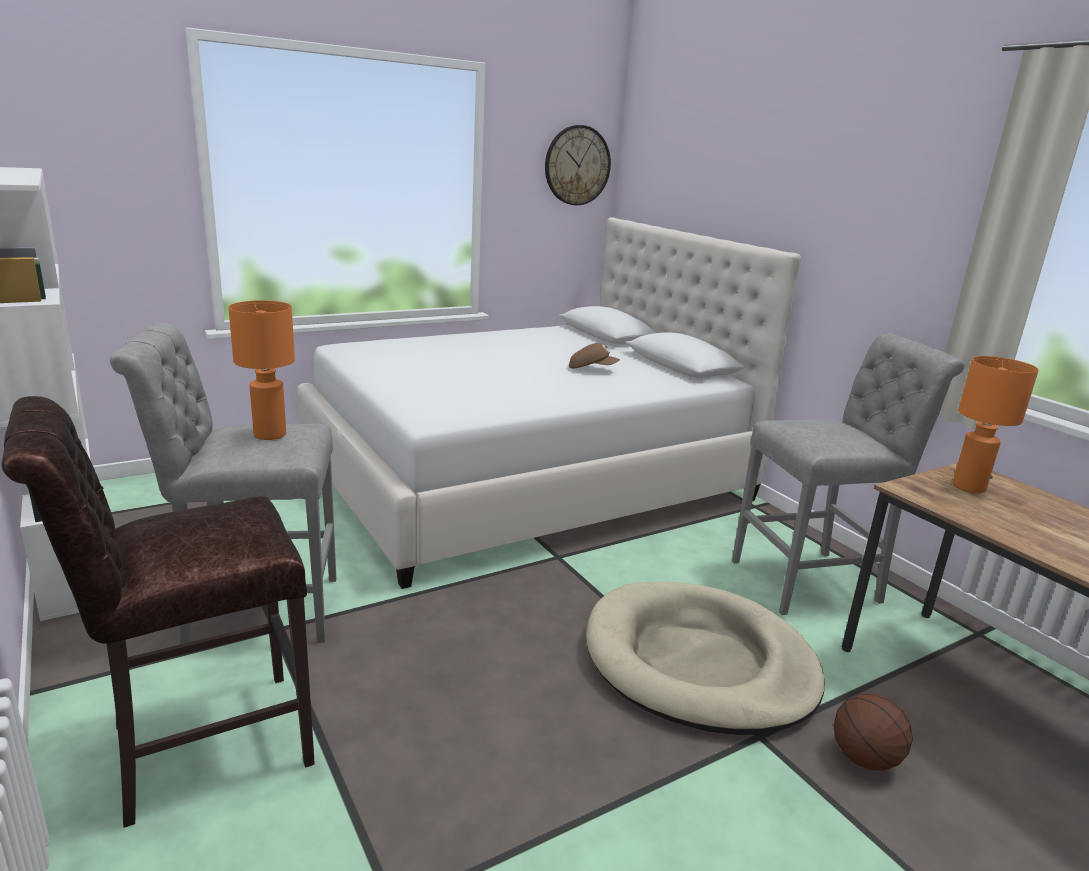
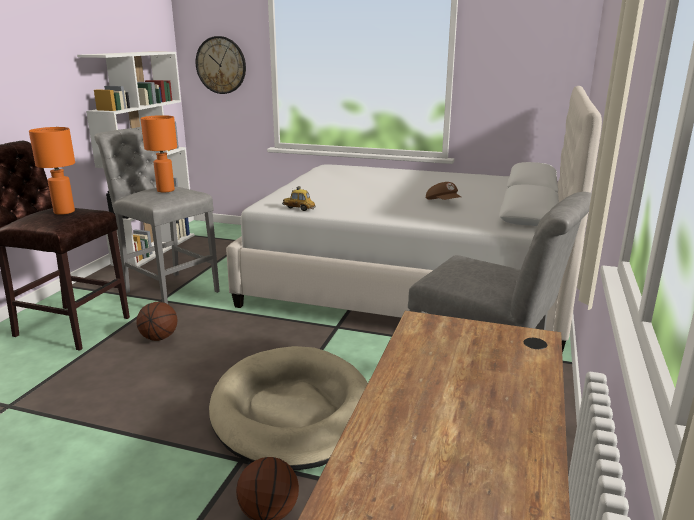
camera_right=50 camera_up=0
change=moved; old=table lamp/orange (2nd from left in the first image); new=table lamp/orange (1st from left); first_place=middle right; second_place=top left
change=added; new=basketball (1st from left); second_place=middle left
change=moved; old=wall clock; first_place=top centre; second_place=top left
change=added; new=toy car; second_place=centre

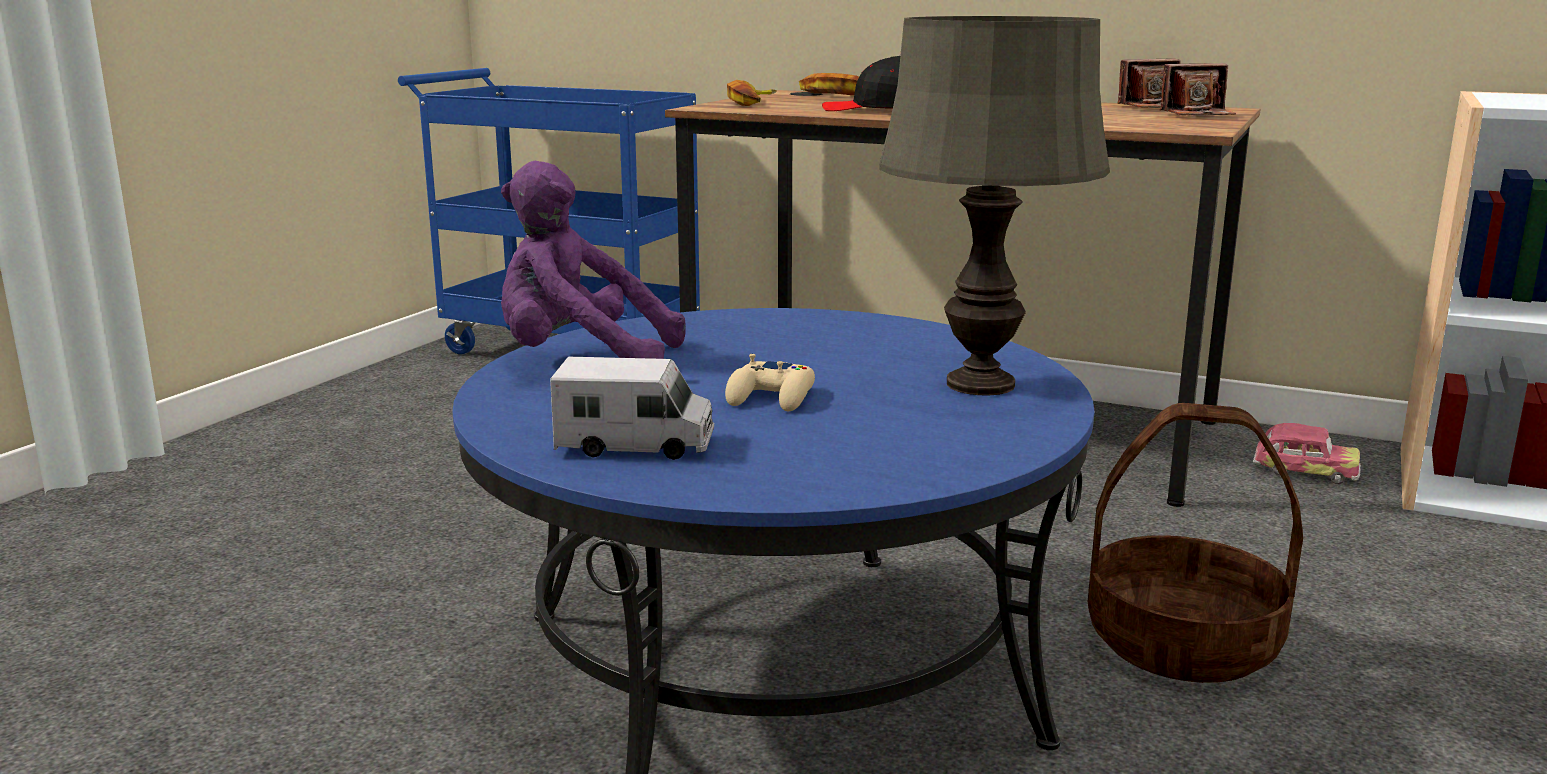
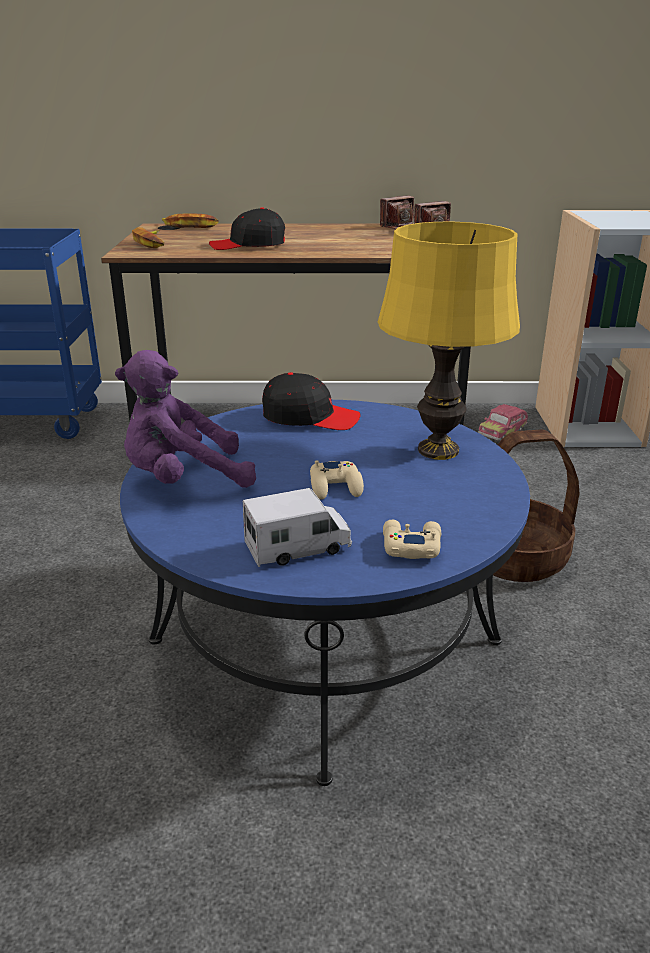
camera_right=-25 camera_up=10
change=added; new=cap/black (2nd from left); second_place=centre
change=recoloured; old=table lamp/grey; new=table lamp/yellow; first_place=top centre; second_place=middle right
change=added; new=game controller/beige (2nd from left); second_place=centre
change=turned; old=toy car; first_place=middle right; second_place=middle right; degrees=135

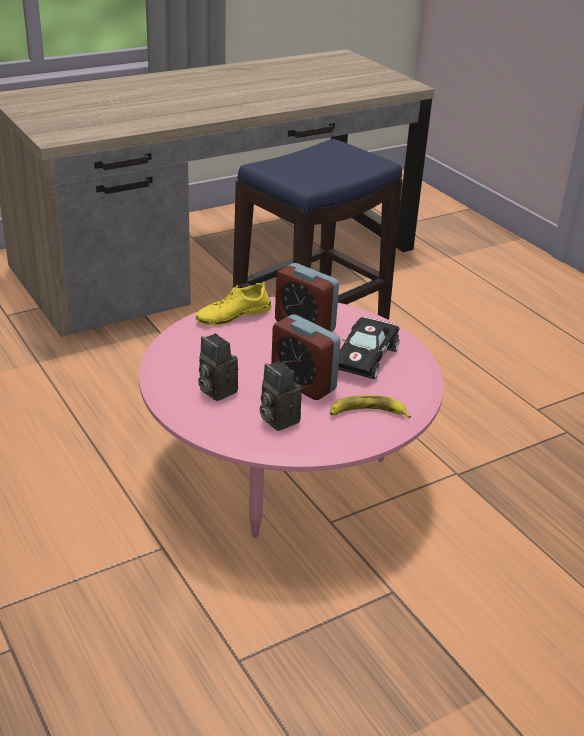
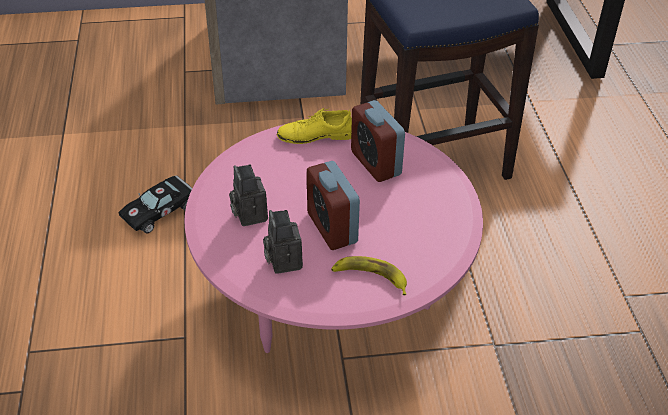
camera_right=25 camera_up=10
change=moved; old=toy car/black; first_place=centre; second_place=middle left

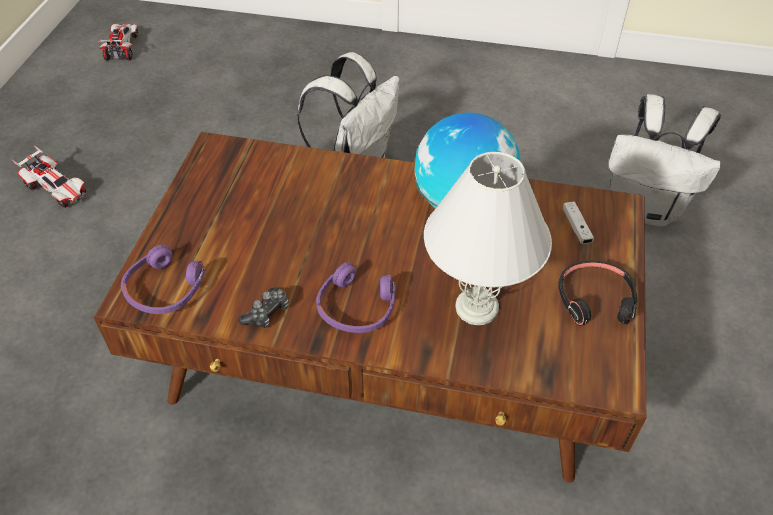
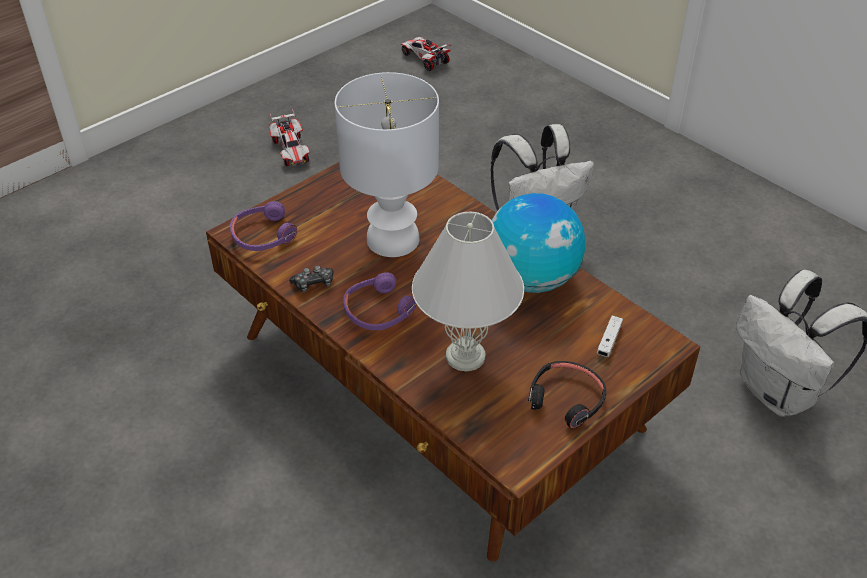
camera_right=35 camera_up=-5
change=added; new=table lamp/white (1st from left); second_place=top centre
change=turned; old=toy car (2nd from left); first_place=top left; second_place=top centre; degrees=-75

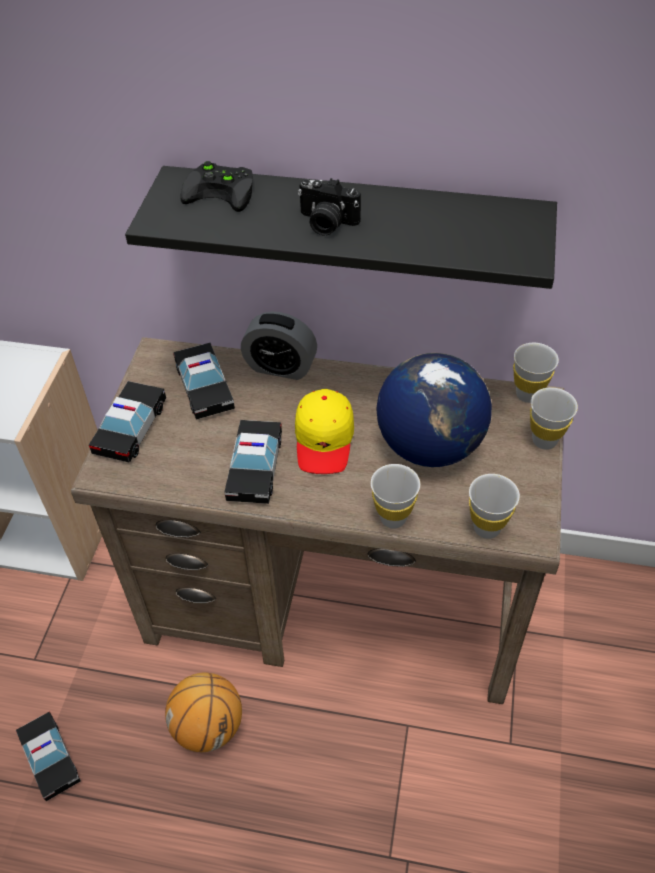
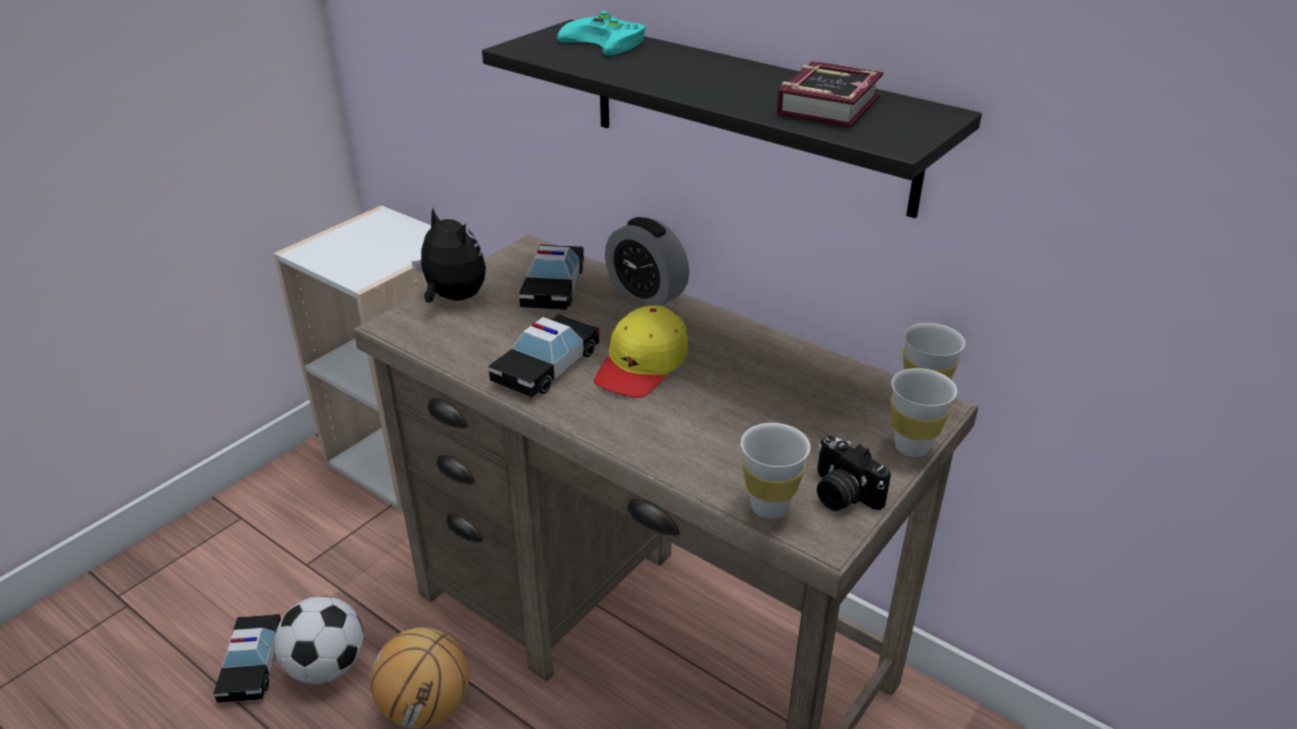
camera_right=25 camera_up=-15
change=added; new=football; second_place=bottom left
change=replaced; old=toy car (2nd from left); new=plush toy; first_place=middle left; second_place=centre
change=recoloured; old=game controller/black; new=game controller/turquoise; first_place=top left; second_place=top centre
change=added; new=book; second_place=top centre
change=moved; old=photo camera; first_place=top centre; second_place=centre
change=removed; old=cup/white (1st from left); first_place=centre
change=removed; old=globe; first_place=centre

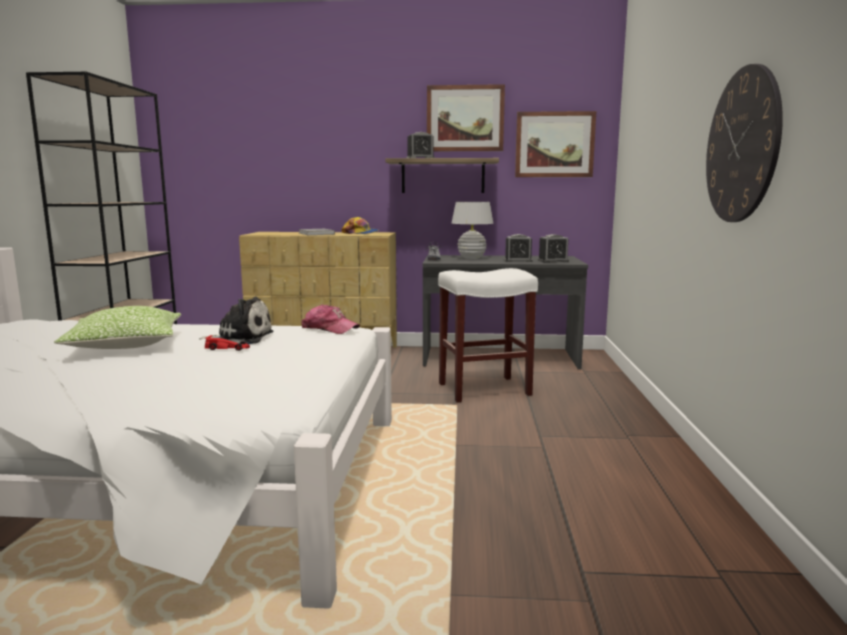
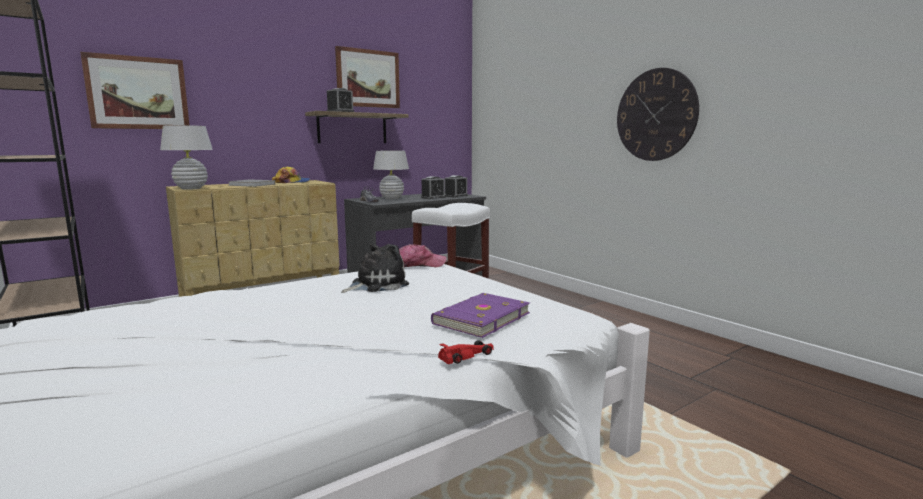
camera_right=-40 camera_up=0
change=moved; old=picture (2nd from left in the first image); new=picture (1st from left); first_place=top centre; second_place=top left
change=added; new=table lamp/white (1st from left); second_place=top left
change=added; new=book/purple; second_place=centre
change=moved; old=toy car/red; first_place=middle left; second_place=bottom centre
change=removed; old=pillow; first_place=middle left

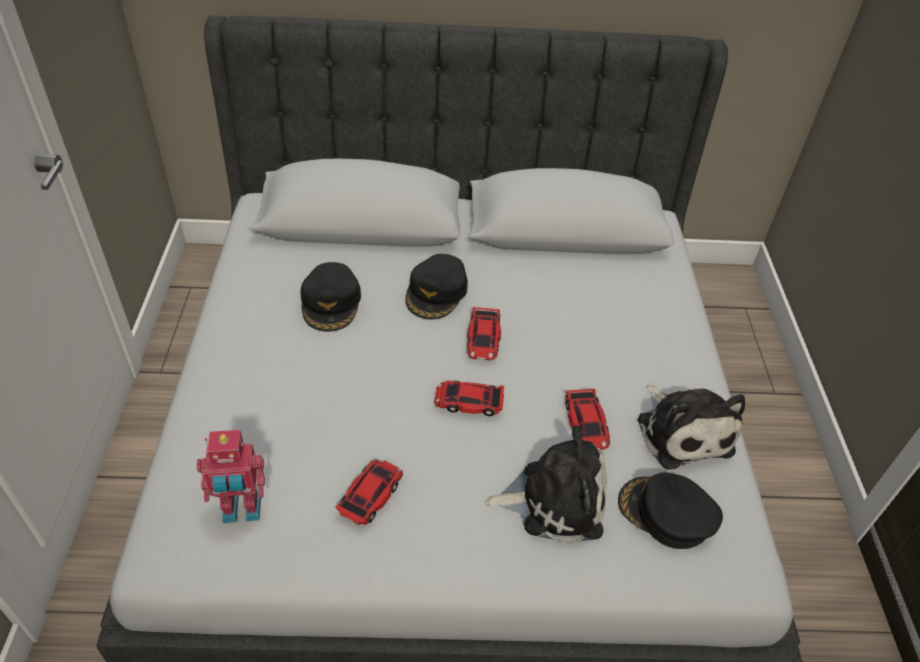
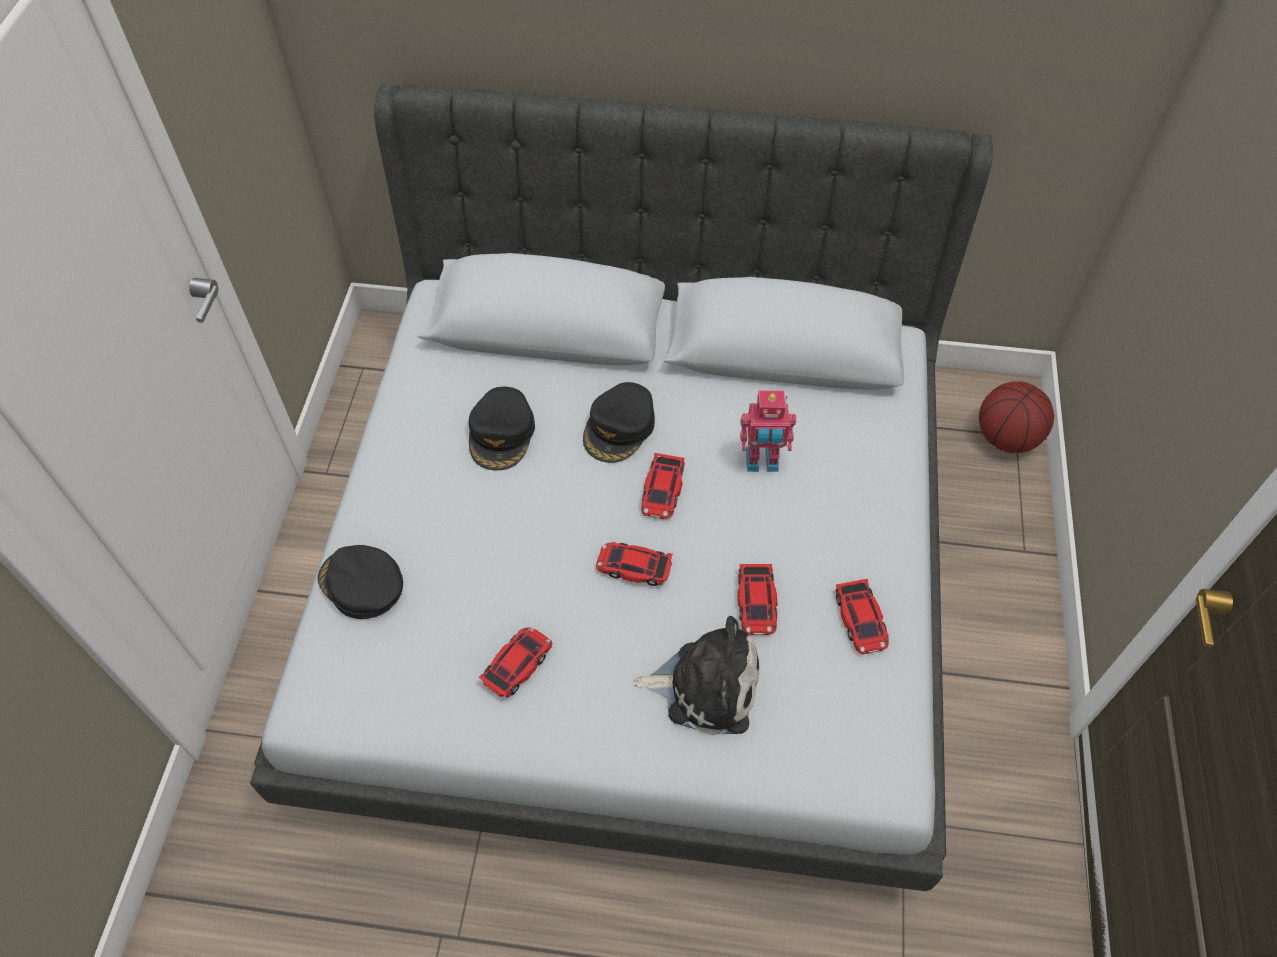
camera_right=10 camera_up=10
change=moved; old=cap/black (3rd from left in the first image); new=cap/black (1st from left); first_place=bottom right; second_place=middle left
change=moved; old=toy robot; first_place=bottom left; second_place=centre
change=replaced; old=plush toy (2nd from left); new=toy car (5th from left); first_place=middle right; second_place=middle right
change=added; new=basketball; second_place=middle right

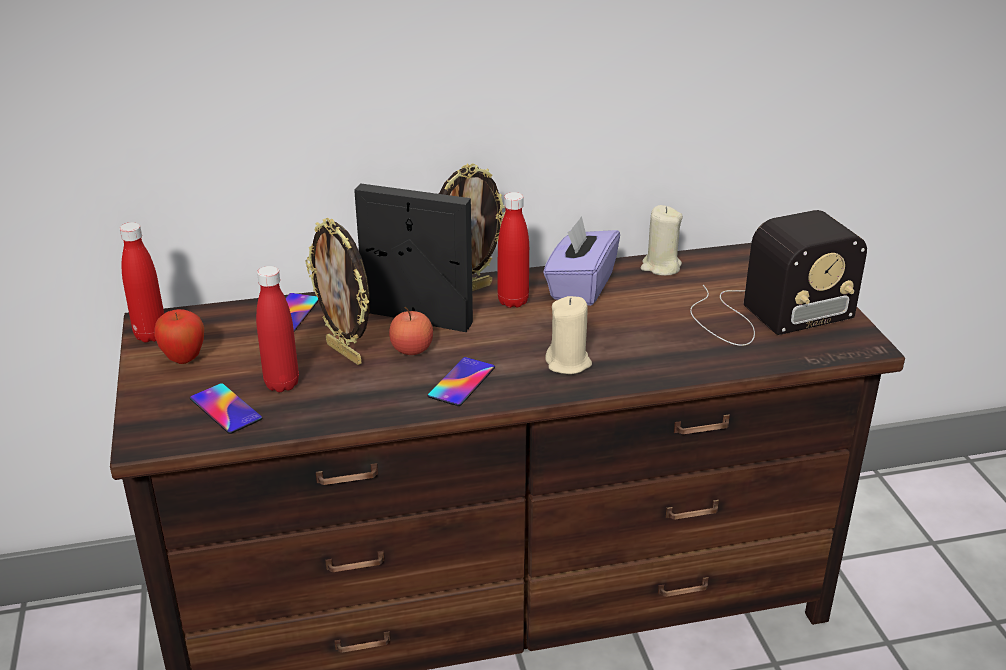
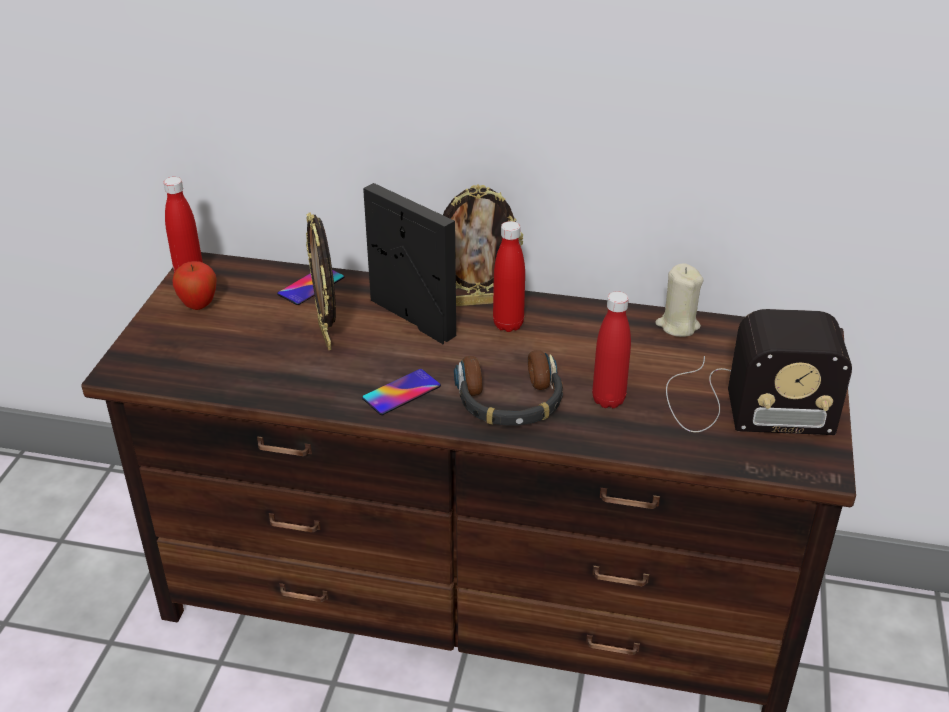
camera_right=25 camera_up=5
change=replaced; old=candle/beige (1st from left); new=headphones; first_place=centre; second_place=centre
change=moved; old=bottle/red (2nd from left in the first image); new=bottle/red (3rd from left); first_place=middle left; second_place=centre
change=removed; old=phone (1st from left); first_place=middle left
change=removed; old=apple (2nd from left); first_place=centre
change=removed; old=tissue box/purple; first_place=centre

